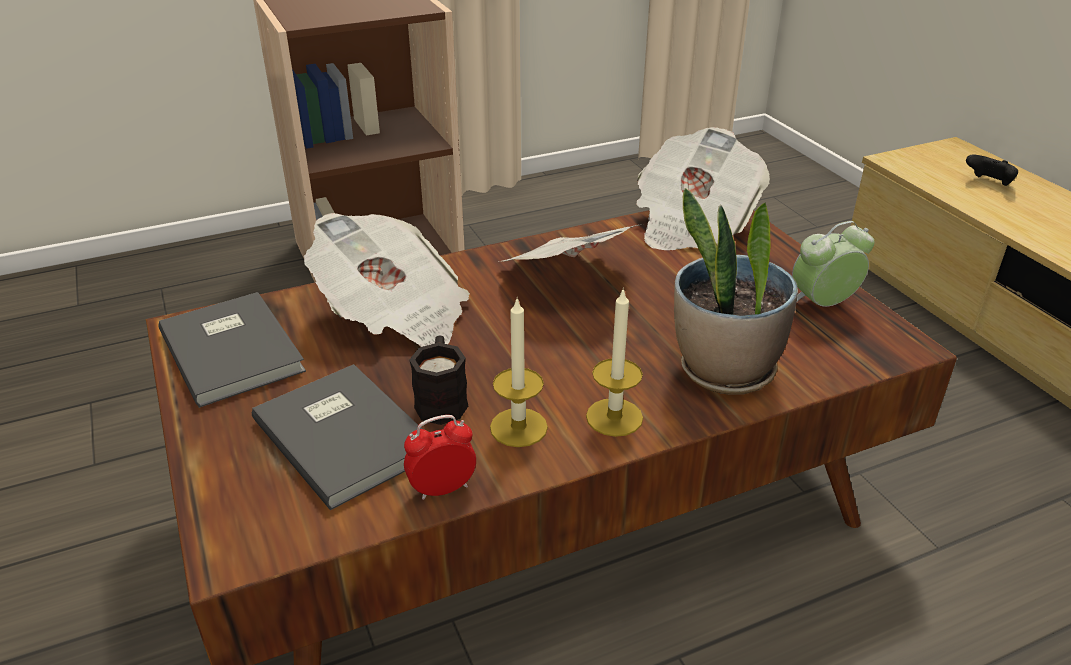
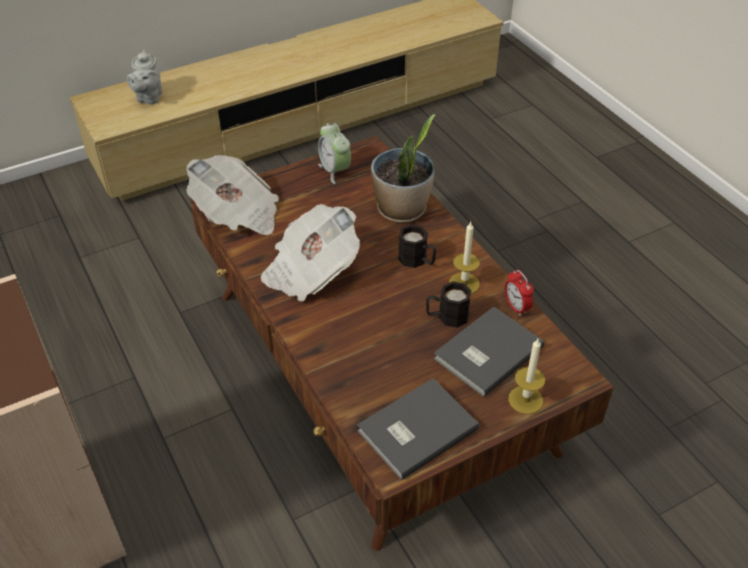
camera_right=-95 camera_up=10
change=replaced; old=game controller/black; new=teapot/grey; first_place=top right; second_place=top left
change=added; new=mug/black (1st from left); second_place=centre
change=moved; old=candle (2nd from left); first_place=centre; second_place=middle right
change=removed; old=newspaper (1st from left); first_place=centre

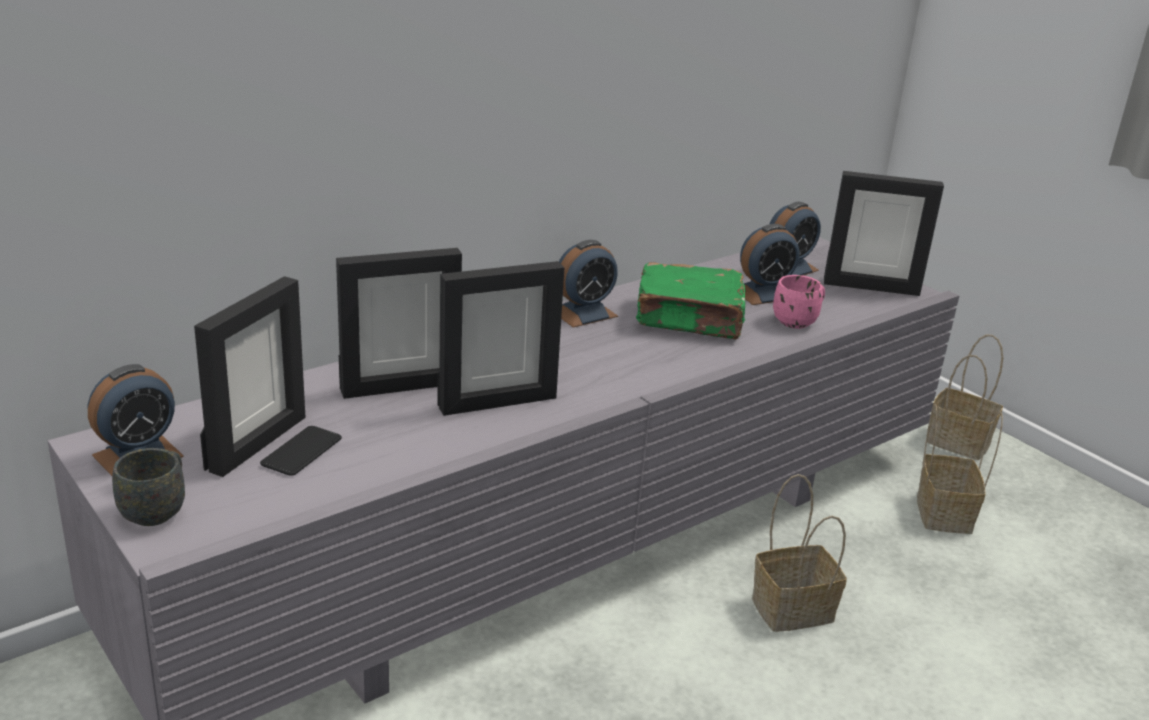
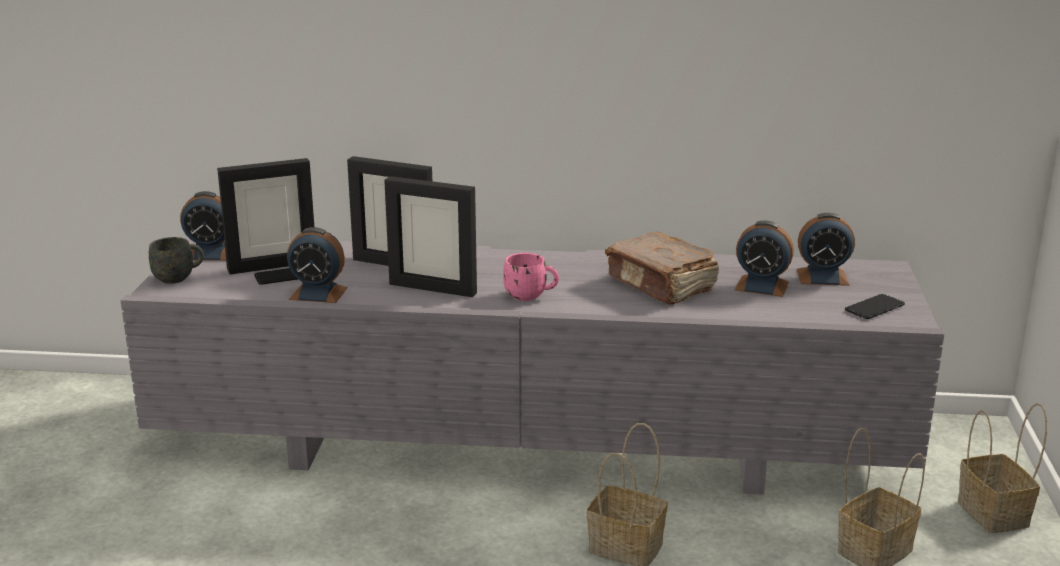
camera_right=45 camera_up=-5
change=moved; old=alarm clock (2nd from left); first_place=centre; second_place=middle left
change=moved; old=mug/pink; first_place=middle right; second_place=centre
change=recoloured; old=book/green; new=book/brown; first_place=centre; second_place=centre
change=replaced; old=picture frame (4th from left); new=phone (2nd from left); first_place=top right; second_place=middle right

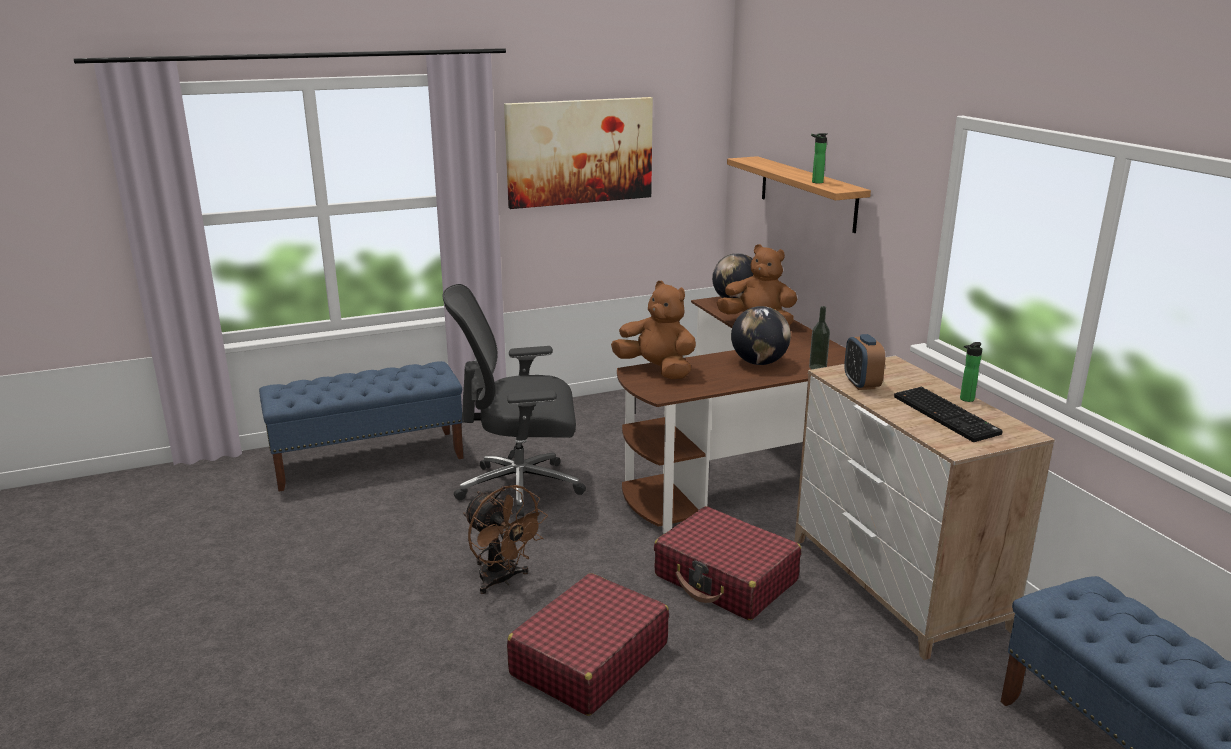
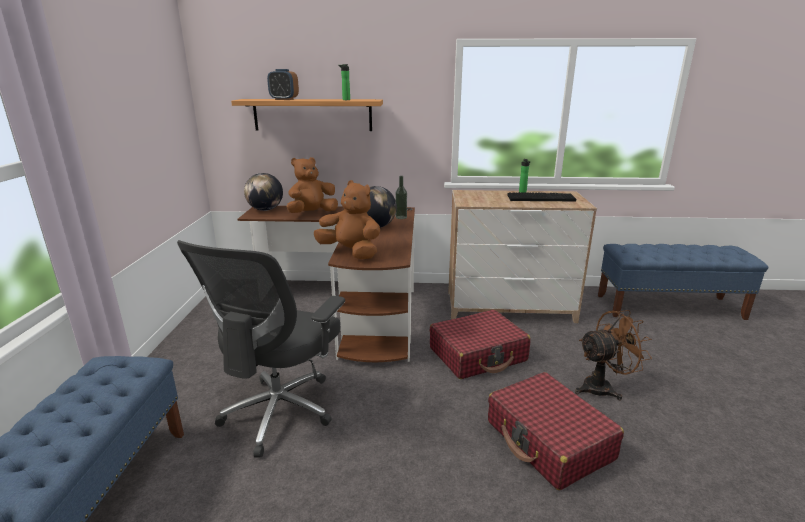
camera_right=-65 camera_up=0
change=moved; old=alarm clock; first_place=middle right; second_place=top centre
change=turned; old=plush toy/brown (1st from left in the first image); first_place=centre; second_place=centre; degrees=60
change=moved; old=fan/brown; first_place=bottom centre; second_place=bottom right
change=removed; old=picture; first_place=top centre

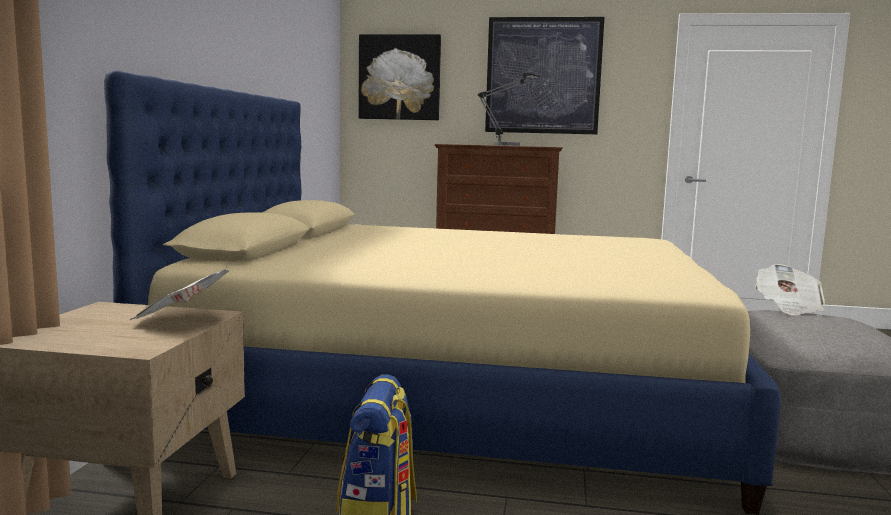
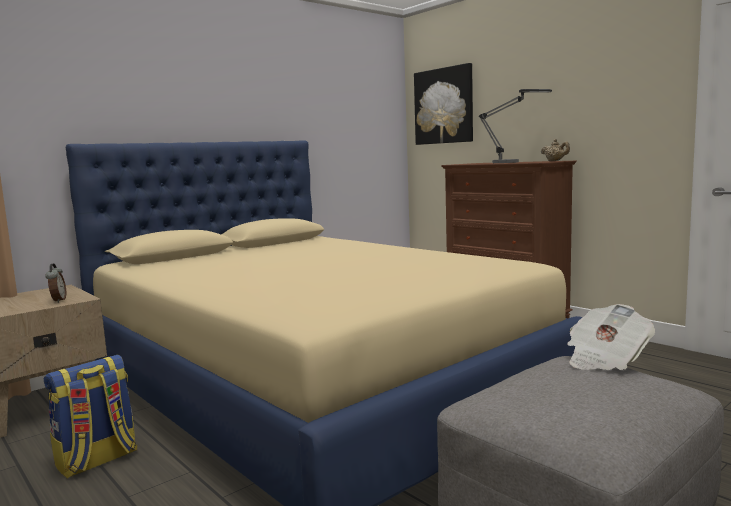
camera_right=40 camera_up=0
change=replaced; old=newspaper (1st from left); new=alarm clock; first_place=middle left; second_place=middle left
change=added; new=teapot/beige; second_place=top right
change=removed; old=picture (2nd from left); first_place=top centre

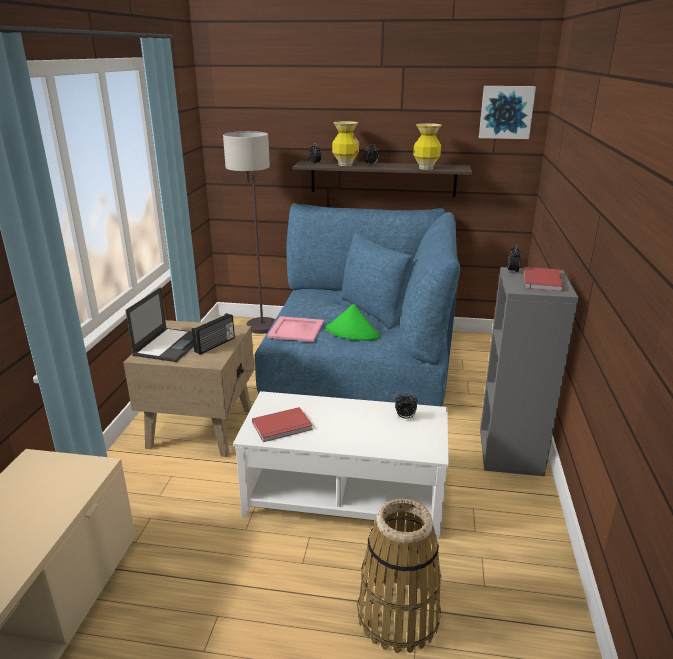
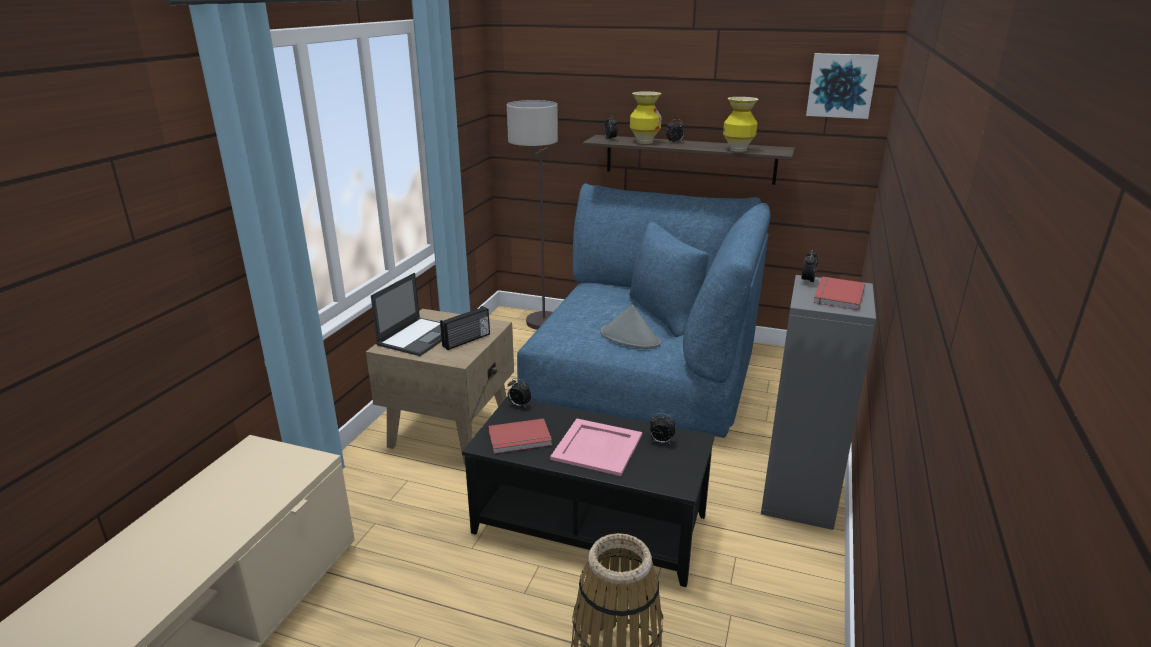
camera_right=10 camera_up=0
change=recoloured; old=coffee table/white; new=coffee table/black; first_place=bottom centre; second_place=bottom centre
change=added; new=alarm clock (1st from left); second_place=centre
change=moved; old=tray/pink; first_place=centre; second_place=bottom centre
change=recoloured; old=hat/green; new=hat/grey; first_place=centre; second_place=centre

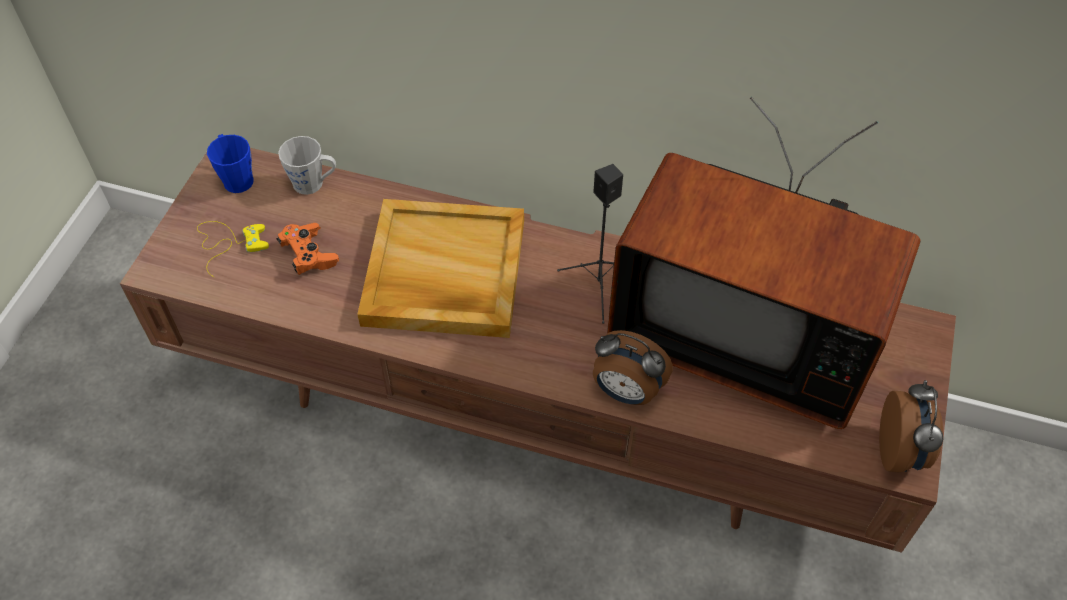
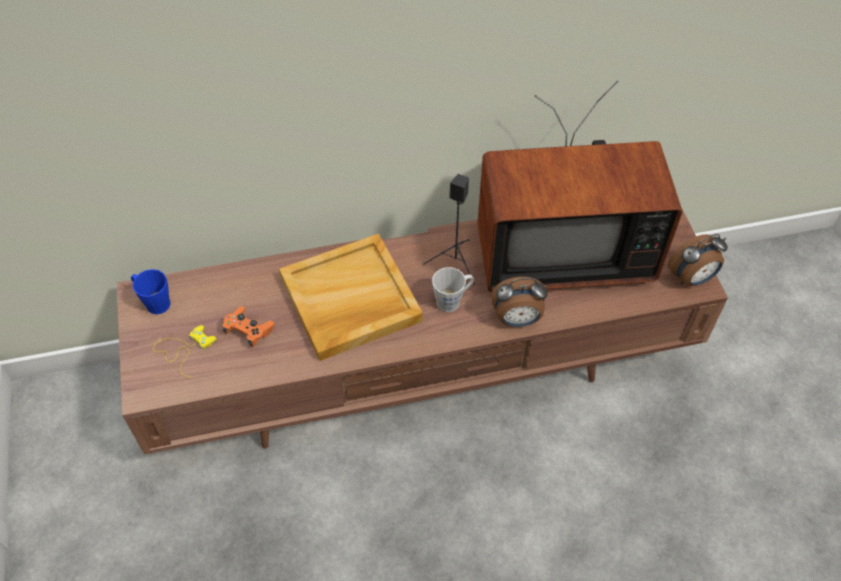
camera_right=-30 camera_up=0
change=moved; old=mug/grey; first_place=top left; second_place=centre
change=turned; old=alarm clock (2nd from left); first_place=bottom right; second_place=middle right; degrees=90

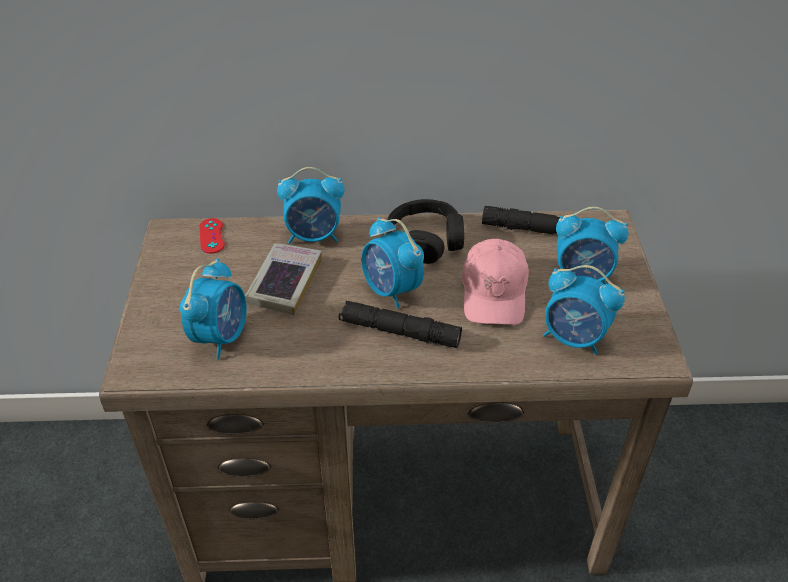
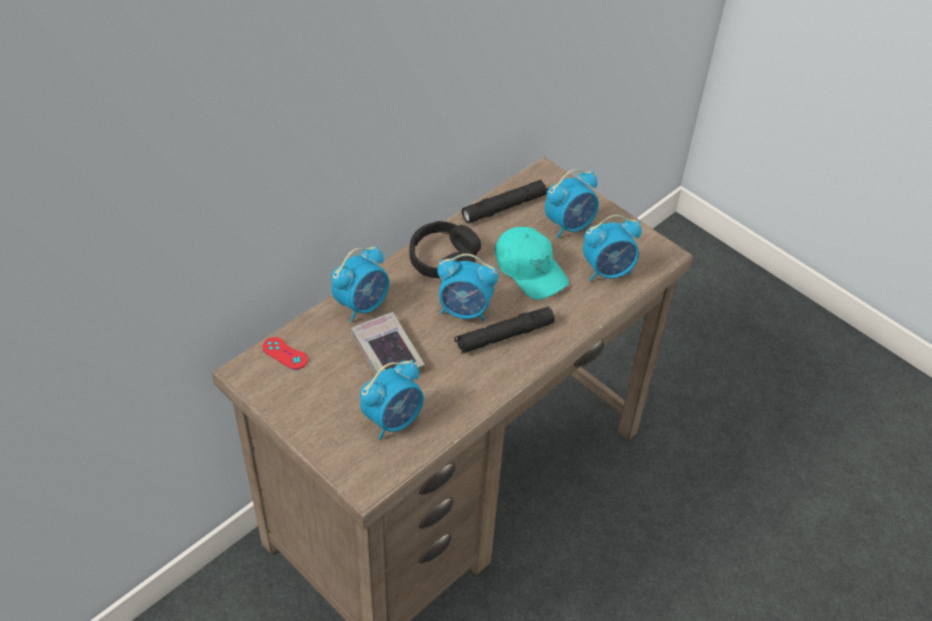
camera_right=-45 camera_up=5
change=turned; old=alarm clock (1st from left in the first image); first_place=middle left; second_place=centre; degrees=75
change=recoloured; old=cap/pink; new=cap/turquoise; first_place=centre; second_place=centre

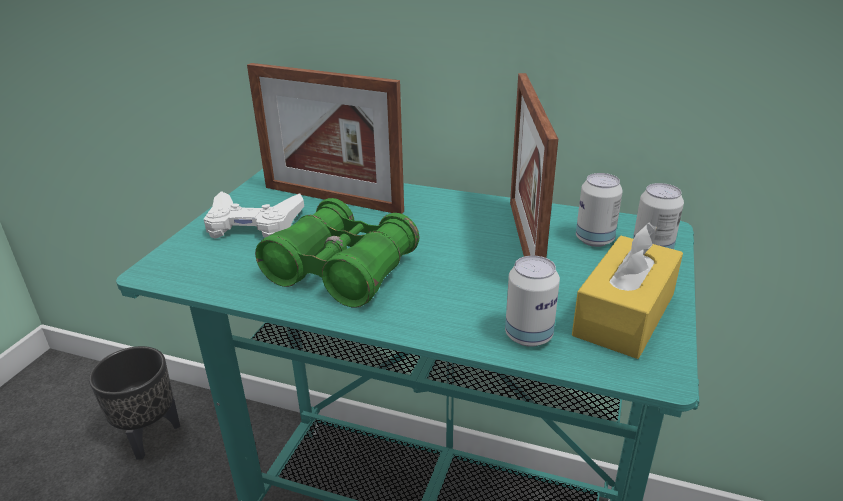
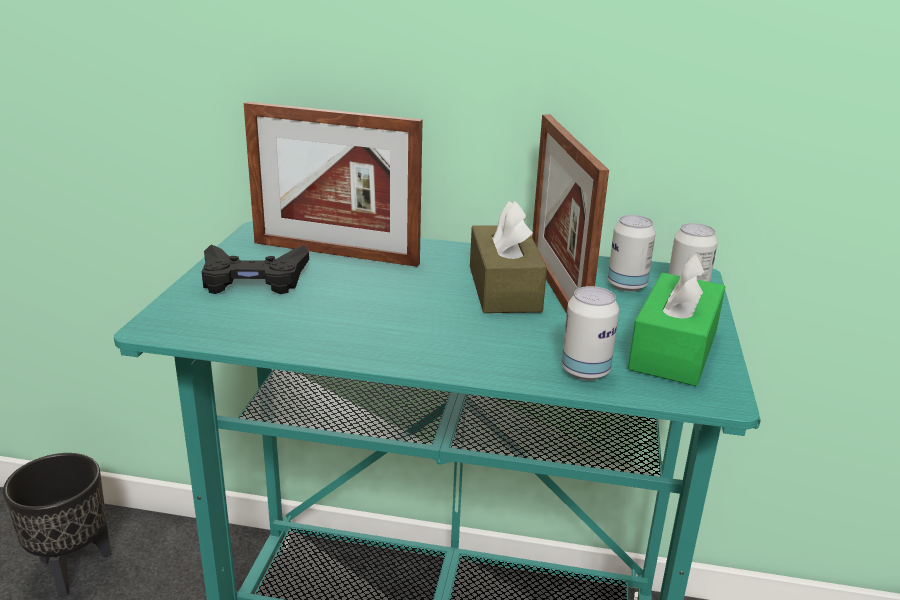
camera_right=-10 camera_up=-5
change=recoloured; old=game controller/white; new=game controller/black; first_place=middle left; second_place=middle left
change=added; new=tissue box/brown; second_place=centre
change=recoloured; old=tissue box/yellow; new=tissue box/green; first_place=middle right; second_place=middle right
change=removed; old=binoculars/green; first_place=centre

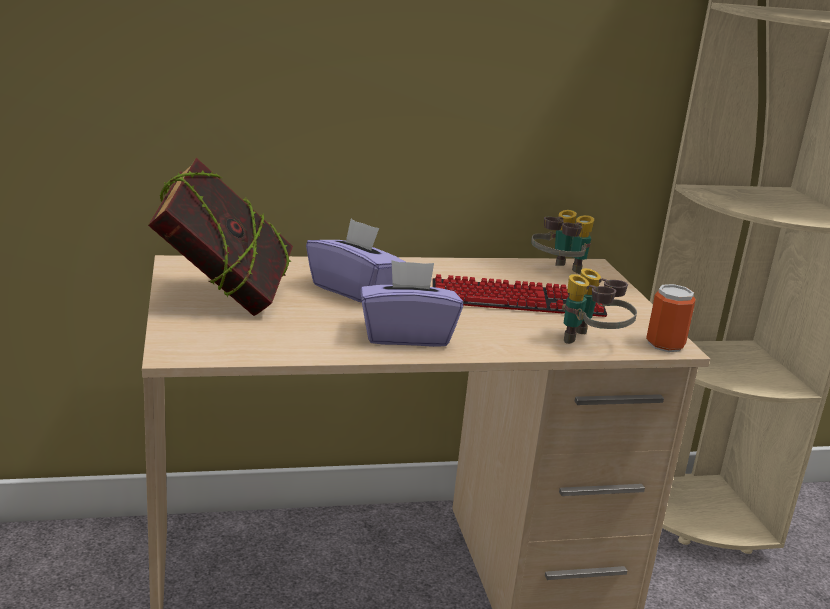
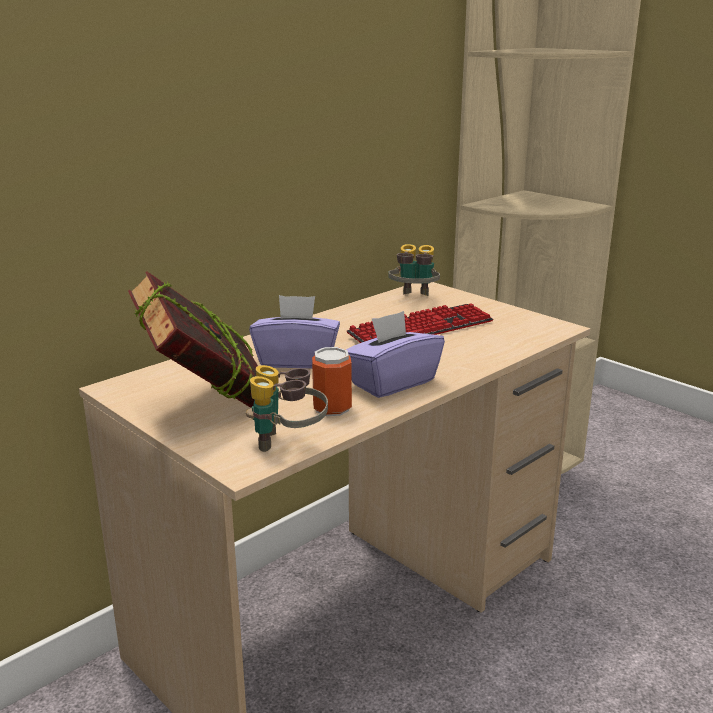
camera_right=-30 camera_up=0
change=moved; old=binoculars (2nd from left in the first image); new=binoculars (1st from left); first_place=middle right; second_place=centre
change=moved; old=can; first_place=middle right; second_place=centre

